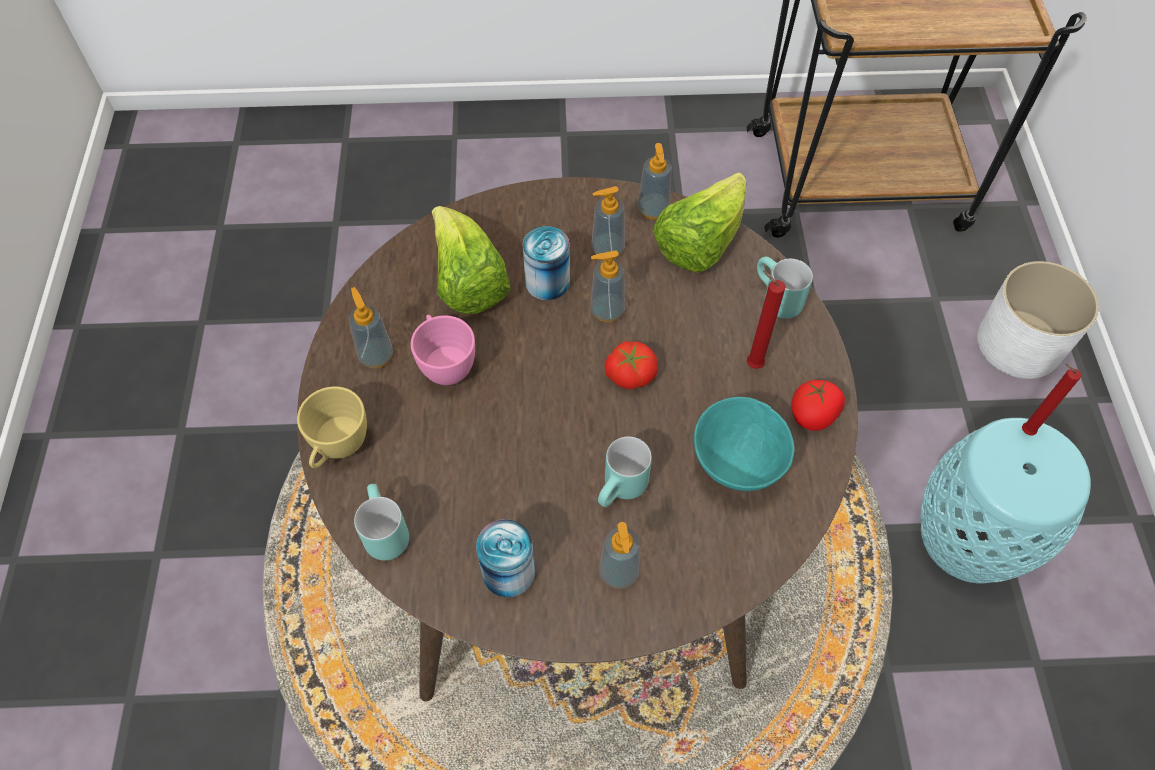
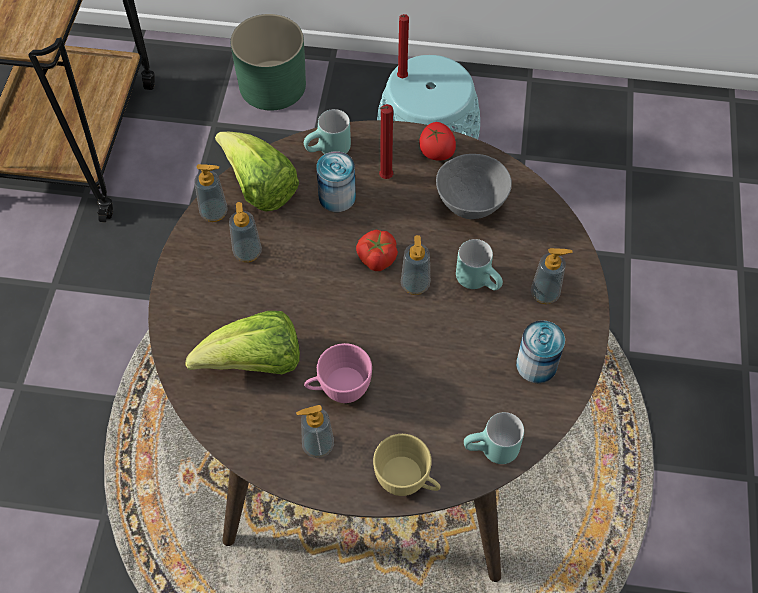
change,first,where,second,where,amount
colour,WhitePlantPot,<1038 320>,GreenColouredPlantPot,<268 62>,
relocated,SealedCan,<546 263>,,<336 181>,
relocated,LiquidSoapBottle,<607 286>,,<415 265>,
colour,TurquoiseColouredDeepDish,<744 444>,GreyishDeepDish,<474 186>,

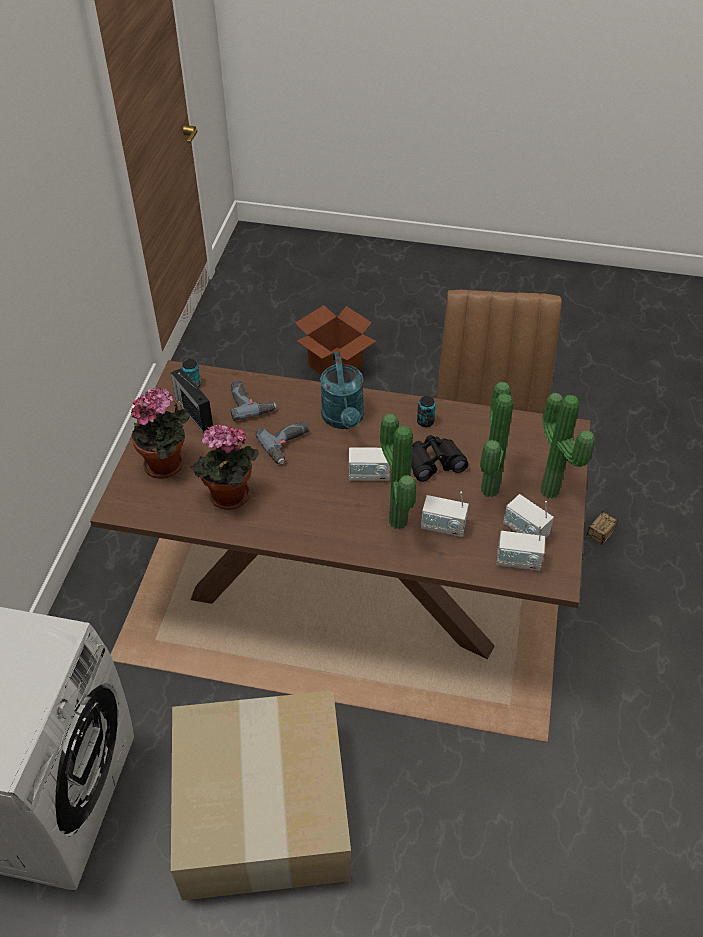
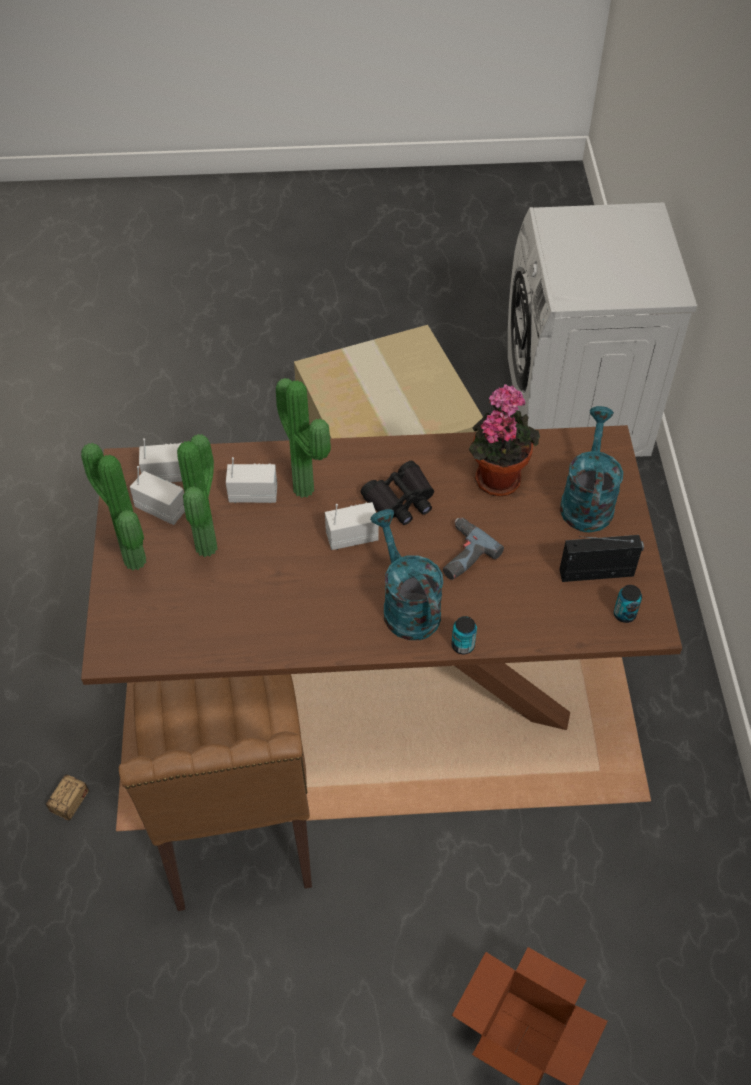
change,first,where,second,where,amount
relocated,BlackColouredFieldGlasses,<439 458>,,<397 493>,
relocated,SealedCan,<426 411>,,<464 635>,
spun,Radio,<192 400>,,<601 558>,45 degrees counterclockwise
exchanged,PottedPlant,<160 433>,TurquoiseColouredSprinklingCan,<591 469>,
missing,PowerDrill,<254 400>,,,

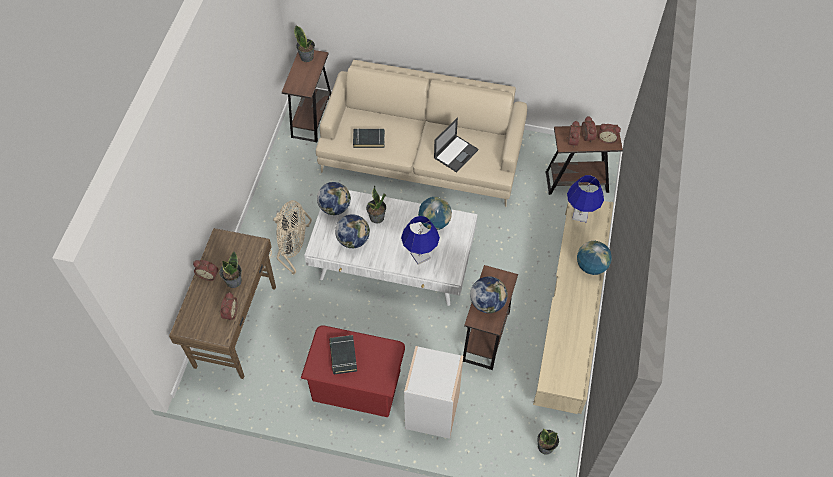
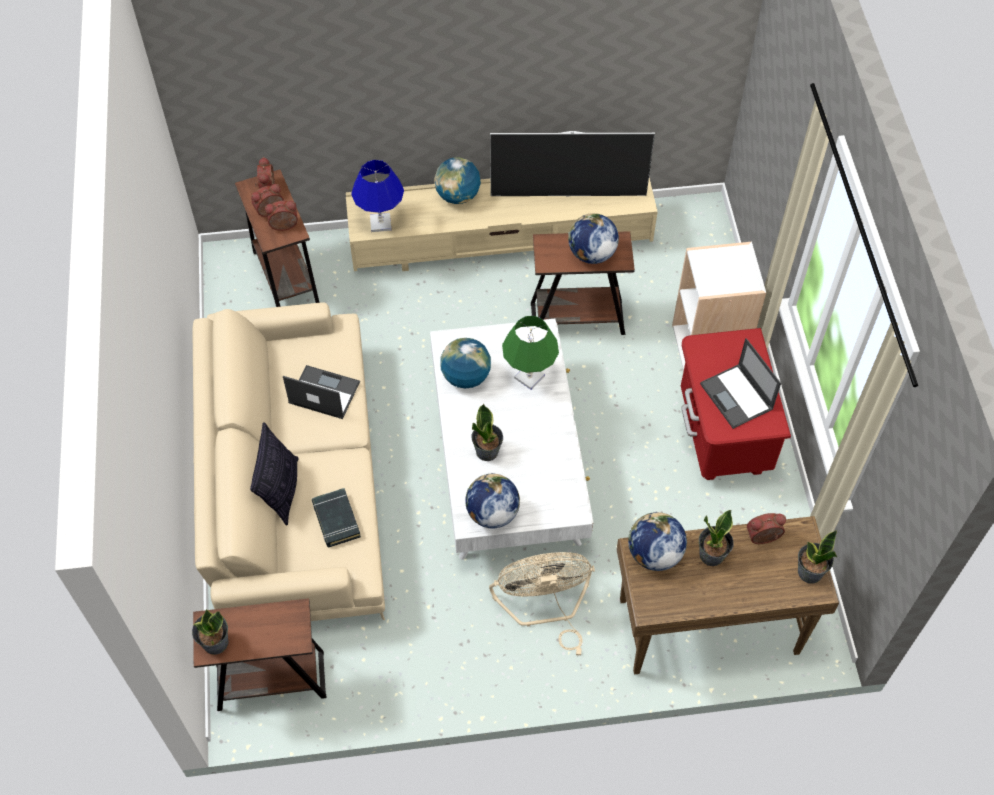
change,first,where,second,where,amount
appeared,,,Cushion,<274 474>,
appeared,,,TvSet,<572 163>,
colour,BlueTableLamp,<420 240>,GreenColouredTableLamp,<530 353>,
relocated,WorldGlobe,<352 231>,,<657 541>,
exchanged,BlackColouredBoundBook,<343 354>,PortableComputer,<740 383>,
relocated,PottedPlant,<548 441>,,<817 556>,
missing,TableClock,<205 270>,,,

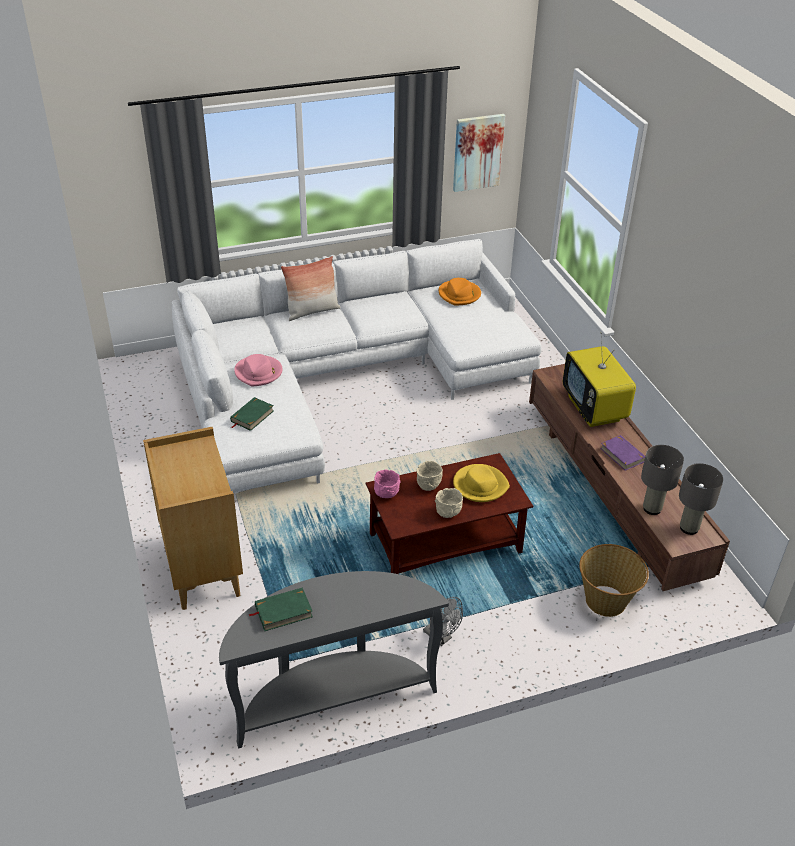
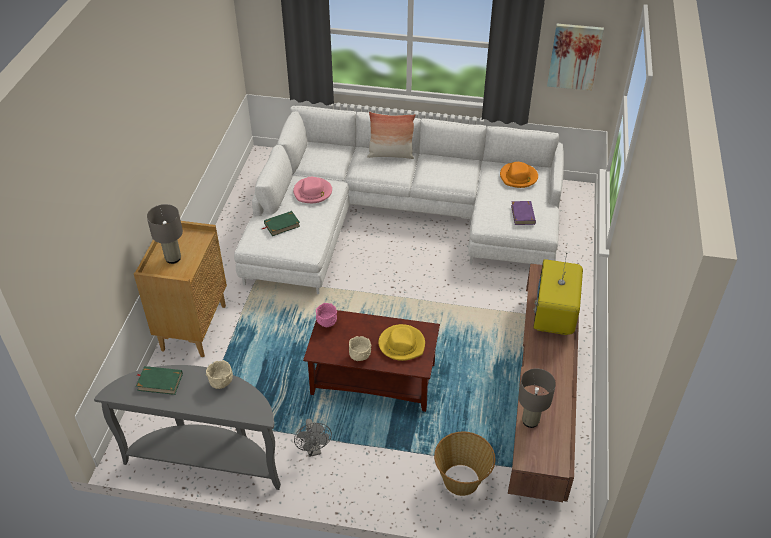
change,first,where,second,where,amount
relocated,GreyishTableLamp,<701 499>,,<165 234>,
relocated,SandColouredDeepDish,<429 476>,,<219 374>,
relocated,PurpleColouredBoundBook,<622 453>,,<523 213>,

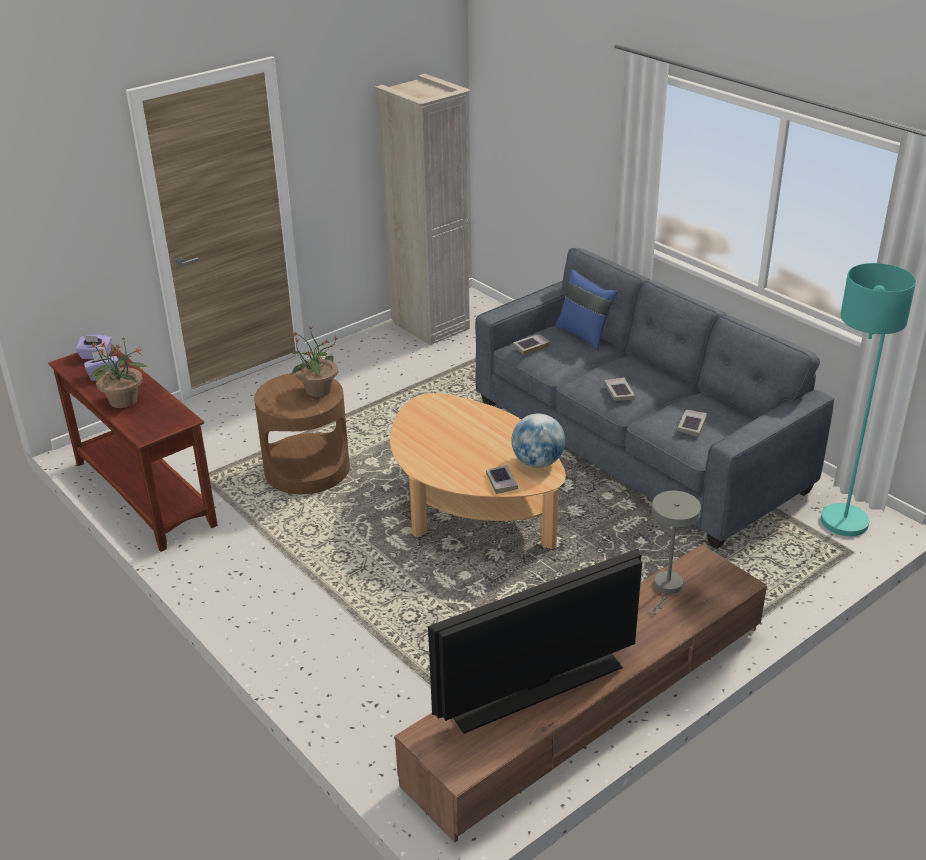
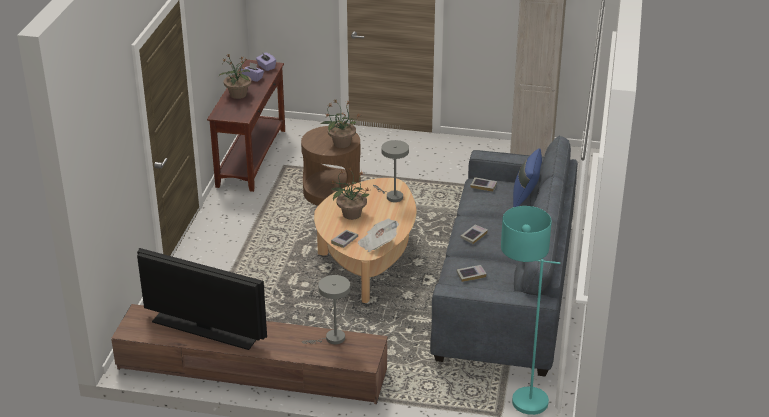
change,first,where,second,where,amount
appeared,,,PottedPlant,<350 194>,
exchanged,WorldGlobe,<538 441>,Newspaper,<378 235>,
appeared,,,GreyishTableLamp,<391 171>,

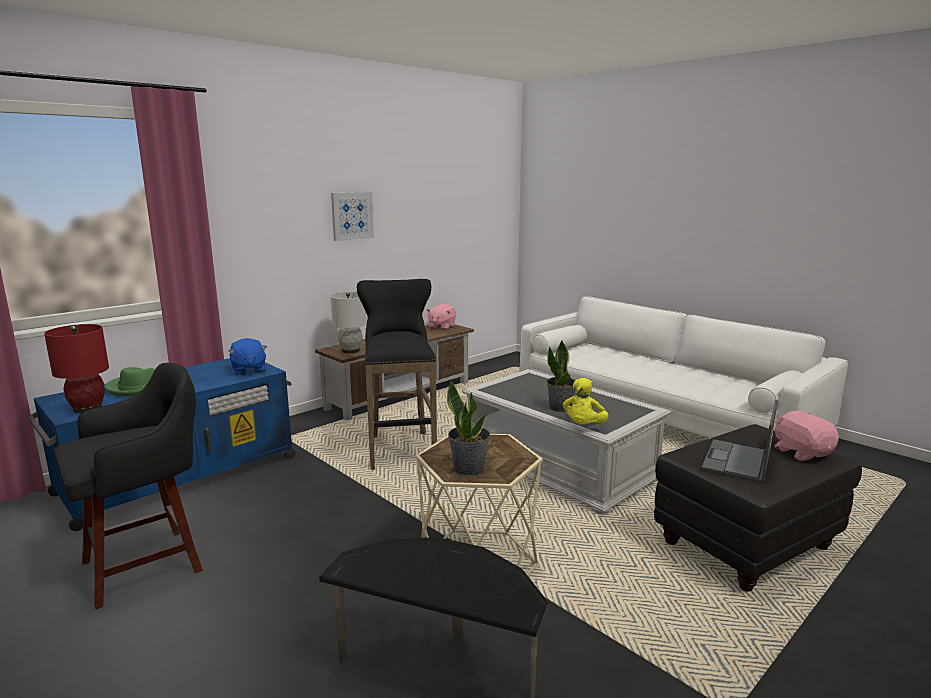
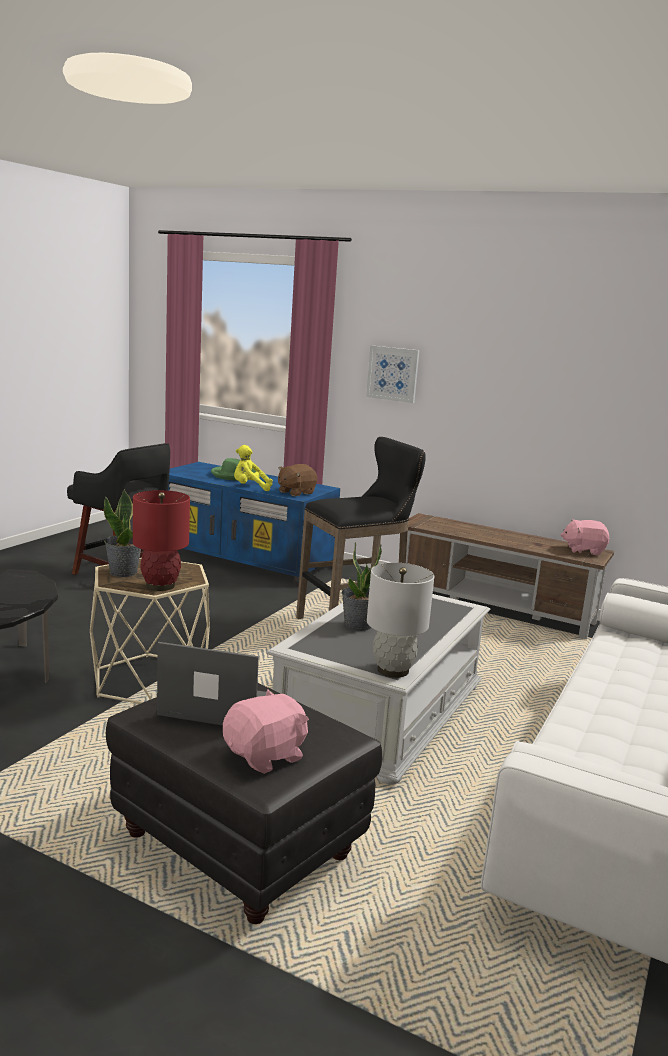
change,first,where,second,where,amount
relocated,ReddishTableLamp,<76 368>,,<161 540>,
relocated,YellowSoftToy,<586 401>,,<253 468>,
colour,BlueSoftToy,<247 357>,BrownSoftToy,<297 480>,
relocated,WallArt,<352 216>,,<392 374>,
relocated,WhiteTableLamp,<349 322>,,<400 620>,

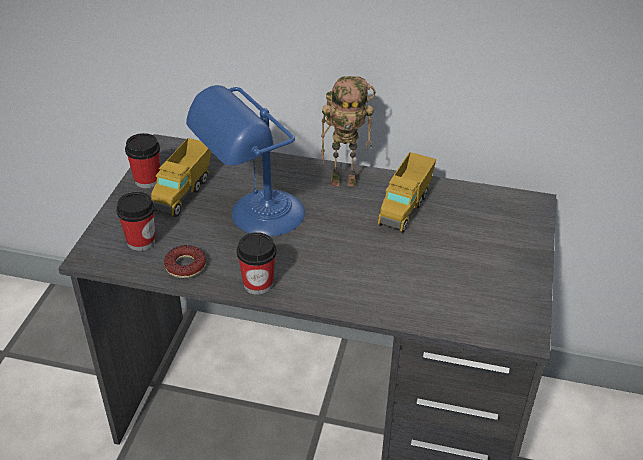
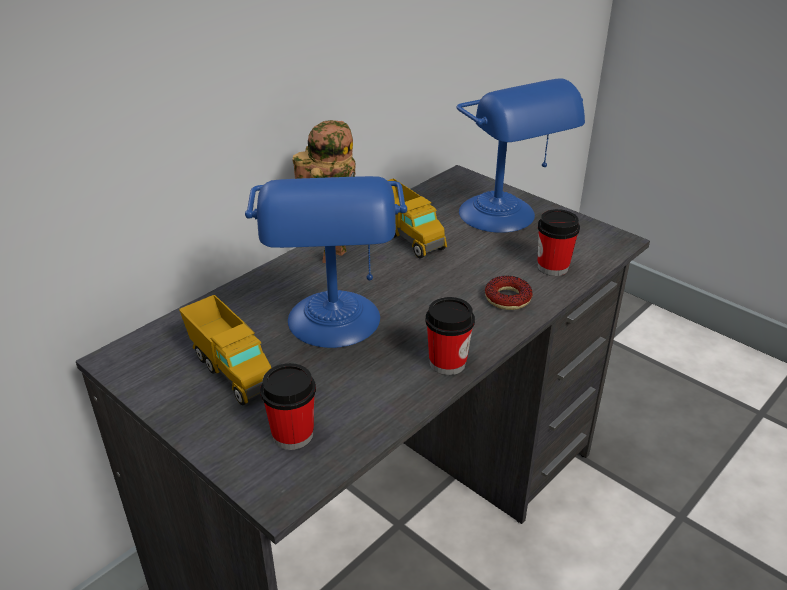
change,first,where,second,where,amount
appeared,,,BlueTableLamp,<520 155>,
relocated,Donut,<185 261>,,<509 293>,
relocated,DrinkingCup,<142 160>,,<559 242>,

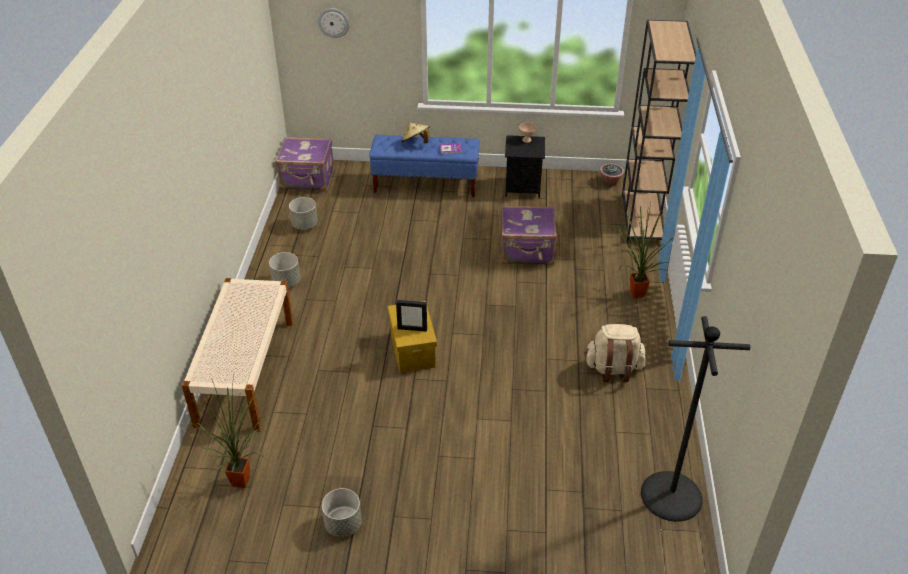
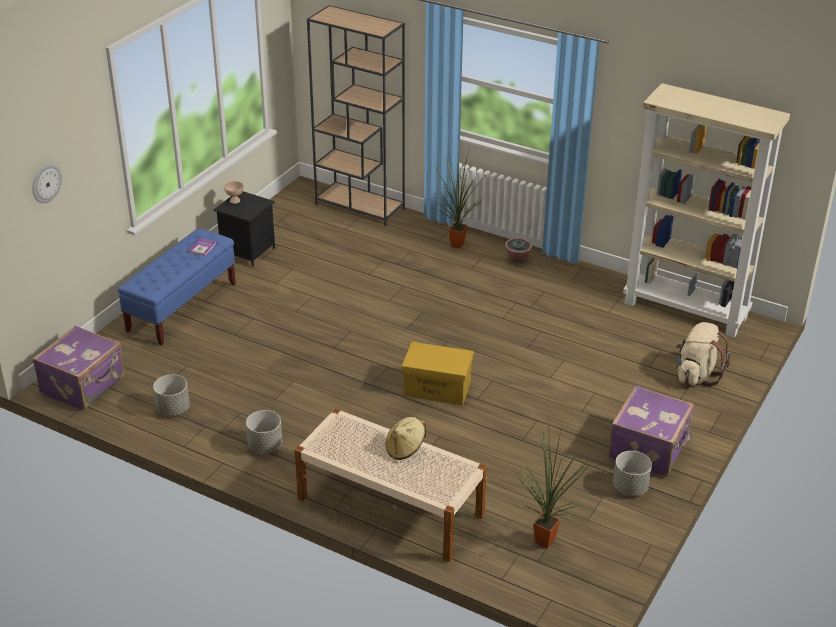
change,first,where,second,where,amount
relocated,SandColouredHat,<415 133>,,<405 438>,
relocated,PottedPlant,<612 174>,,<518 250>,
relocated,PurpleColouredSuitcase,<529 235>,,<651 431>,
exchanged,BlackColouredGarmentRack,<695 419>,SandColouredShelvingUnit,<706 210>,
relocated,SandColouredKnapsack,<615 353>,,<703 354>,
missing,StandingFrame,<411 316>,,,

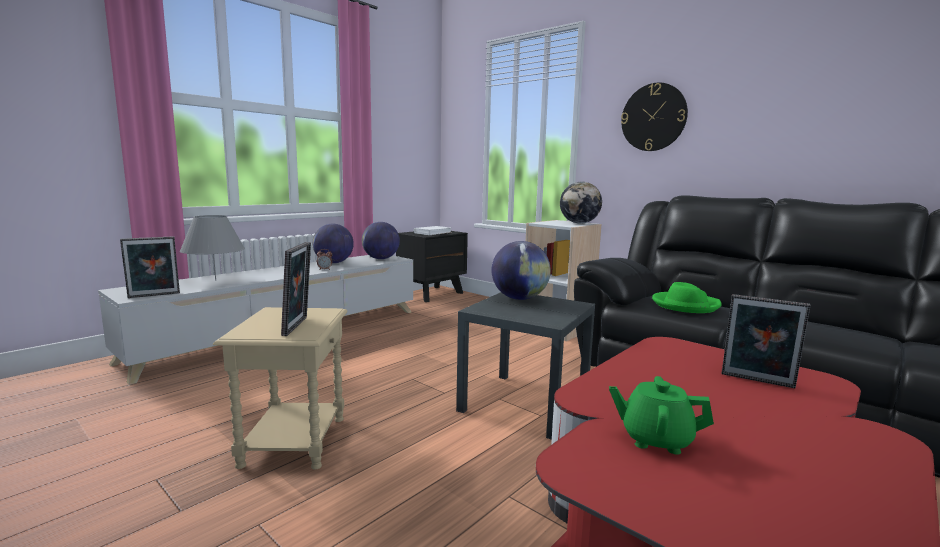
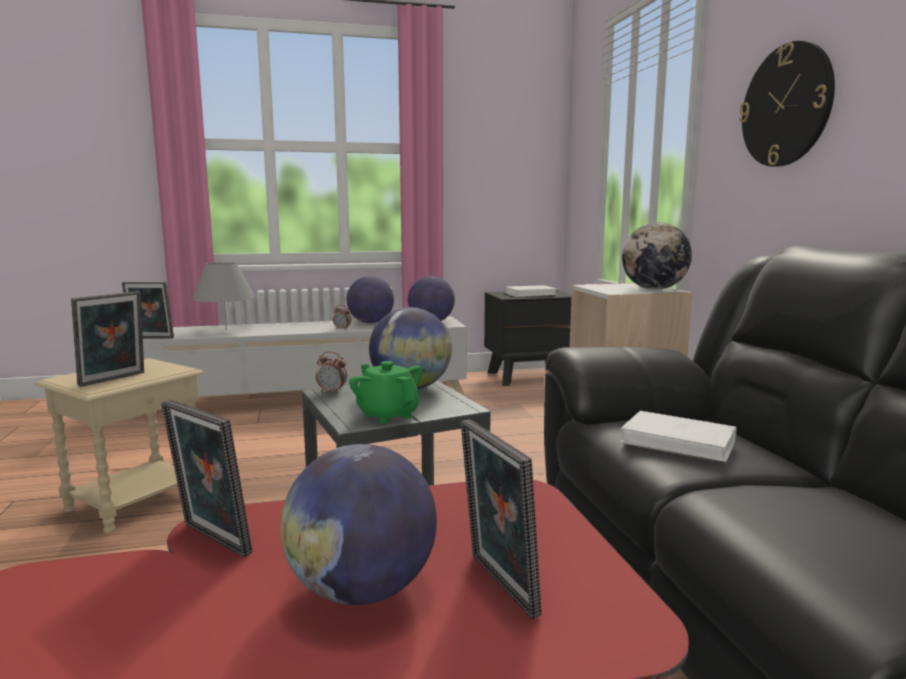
change,first,where,second,where,amount
appeared,,,StandingFrame,<206 478>,
appeared,,,WorldGlobe,<358 524>,
appeared,,,TableClock,<331 373>,
relocated,GreenColouredPotForTea,<661 415>,,<385 392>,
exchanged,GreenColouredHat,<687 297>,WhiteBoundBook,<678 437>,

